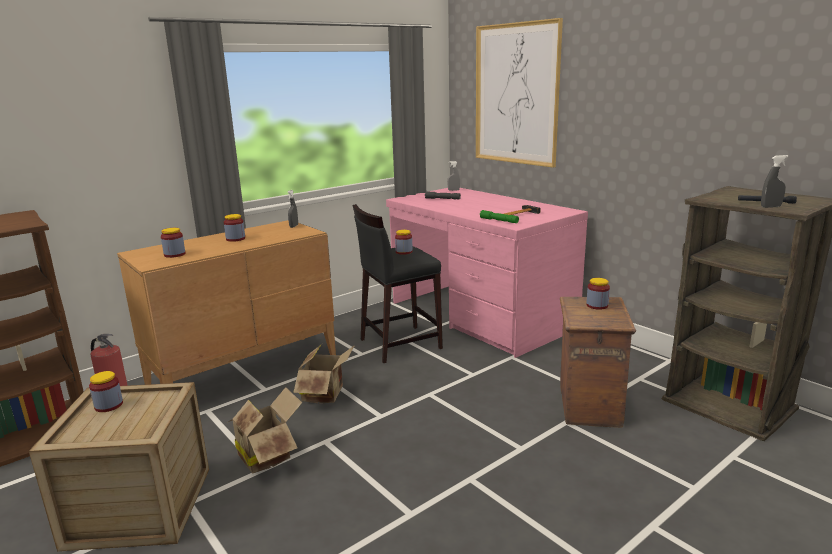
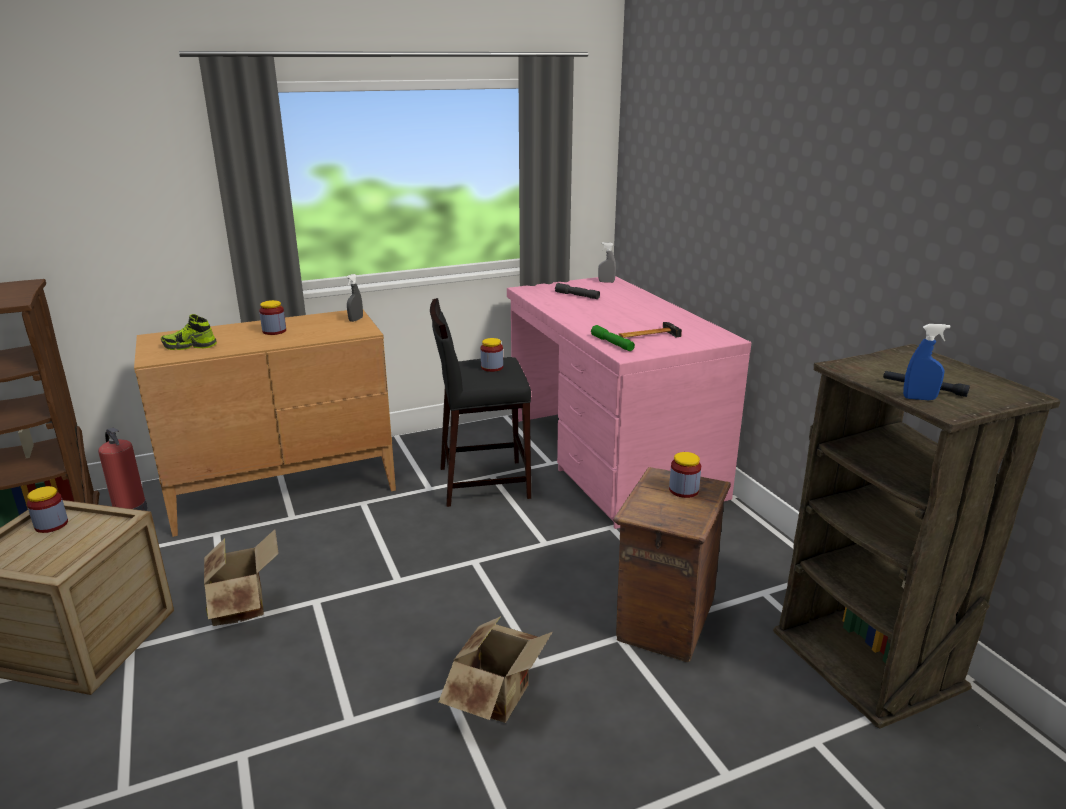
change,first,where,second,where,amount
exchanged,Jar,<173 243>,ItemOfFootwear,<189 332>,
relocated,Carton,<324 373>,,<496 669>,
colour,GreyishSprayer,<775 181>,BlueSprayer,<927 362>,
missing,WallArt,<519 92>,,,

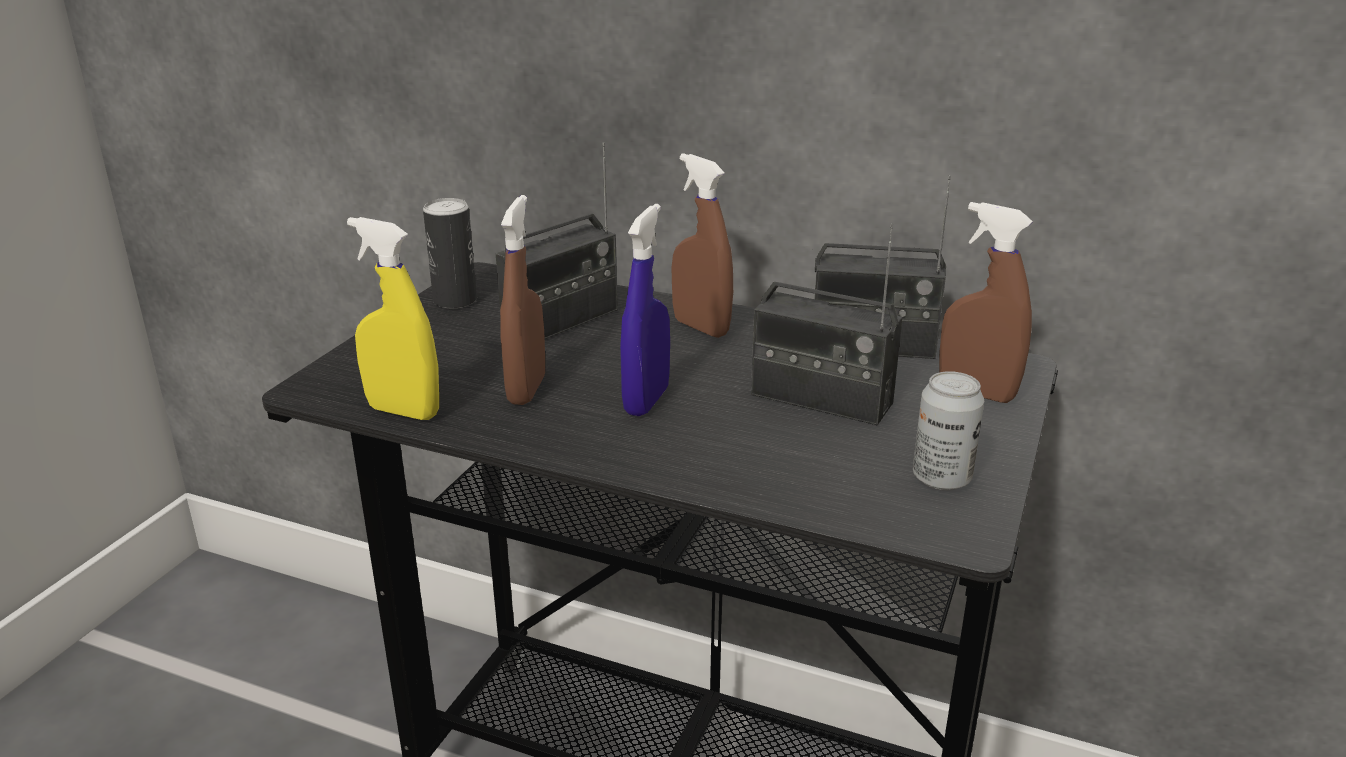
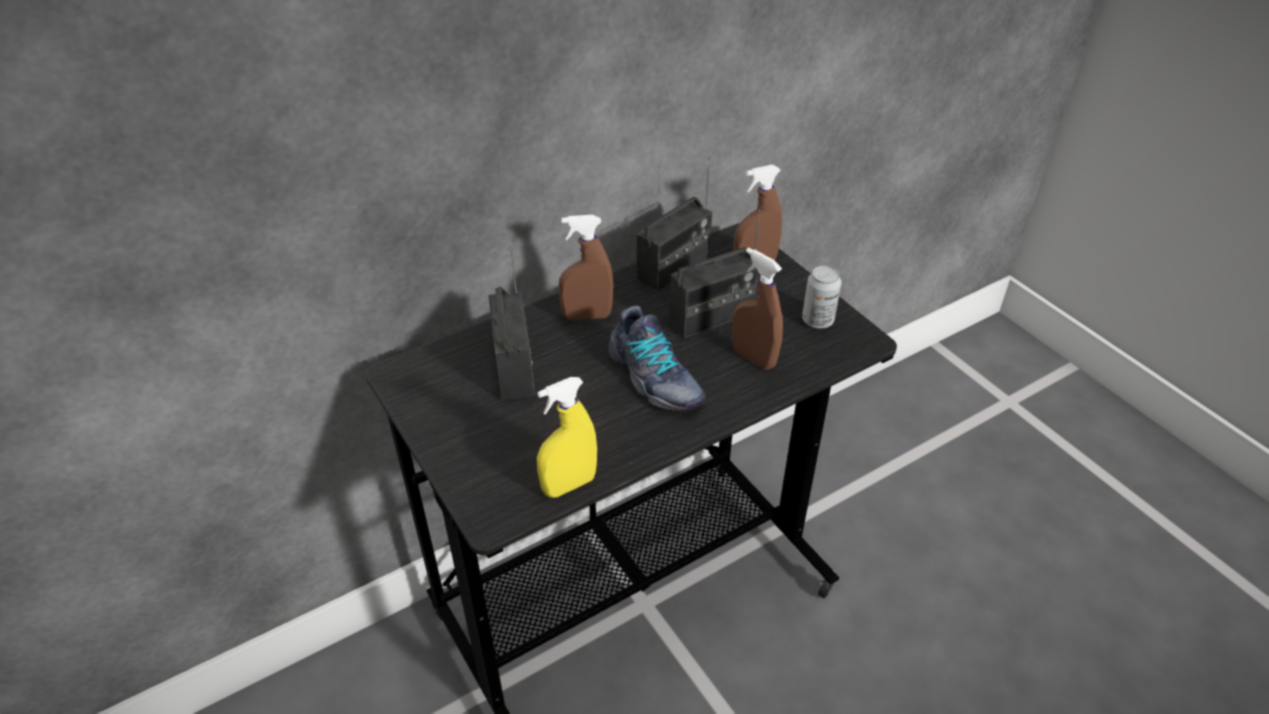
change,first,where,second,where,amount
exchanged,BlueSprayer,<645 310>,ItemOfFootwear,<657 359>,
relocated,BrownSprayer,<522 300>,,<757 308>,
missing,SealedCan,<450 253>,,,

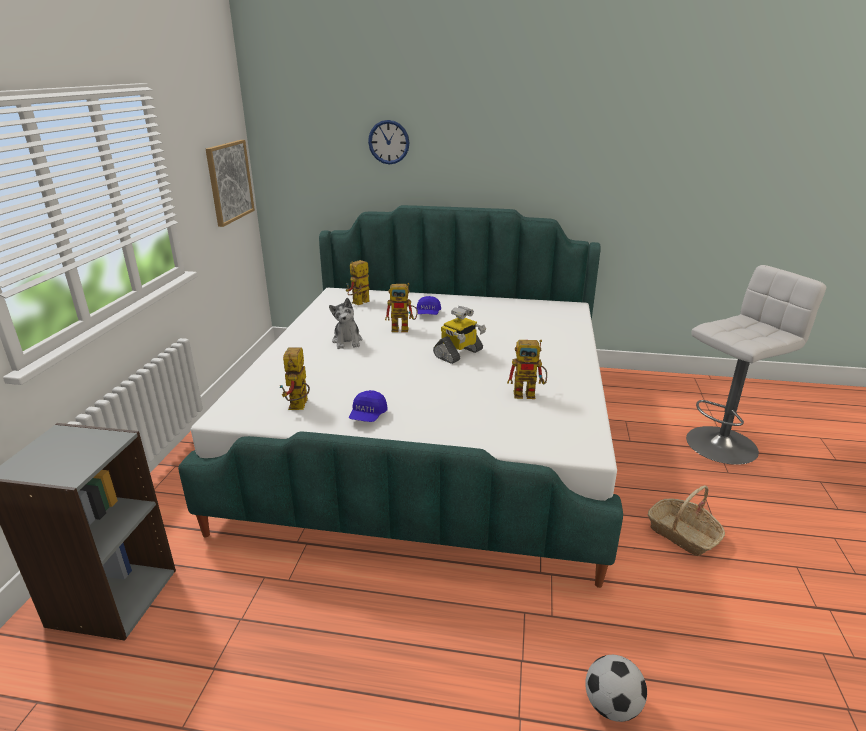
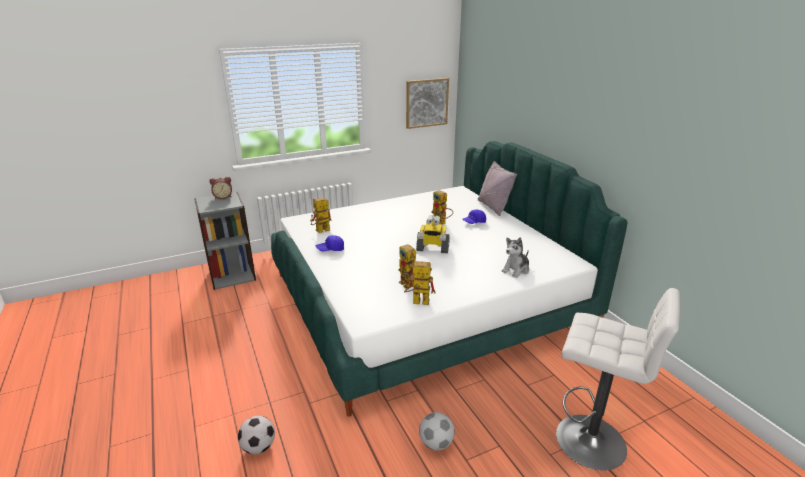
change,first,where,second,where,amount
appeared,,,TableClock,<220 188>,
relocated,ModelRobot,<358 282>,,<419 283>,
exchanged,StorageBasket,<686 520>,Football,<437 431>,
appeared,,,PurpleColouredCushion,<497 188>,
relocated,SoftToy,<345 323>,,<515 257>,
missing,WallClock,<388 142>,,,

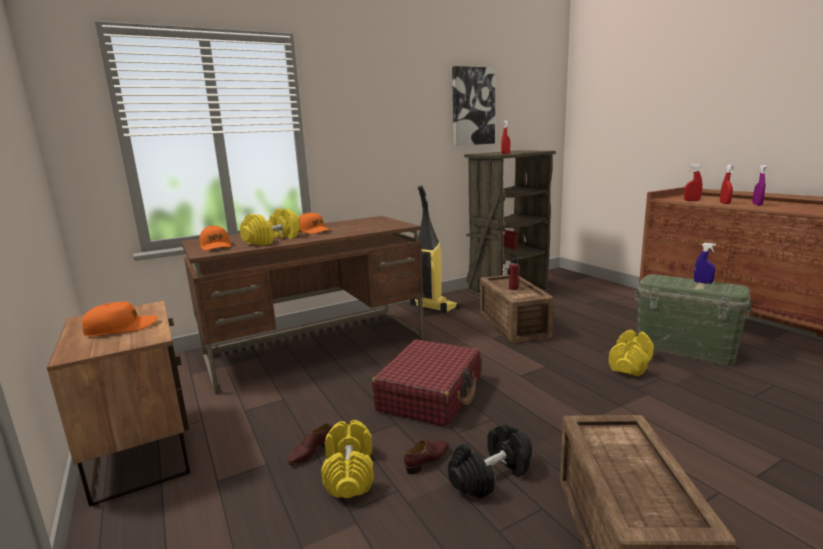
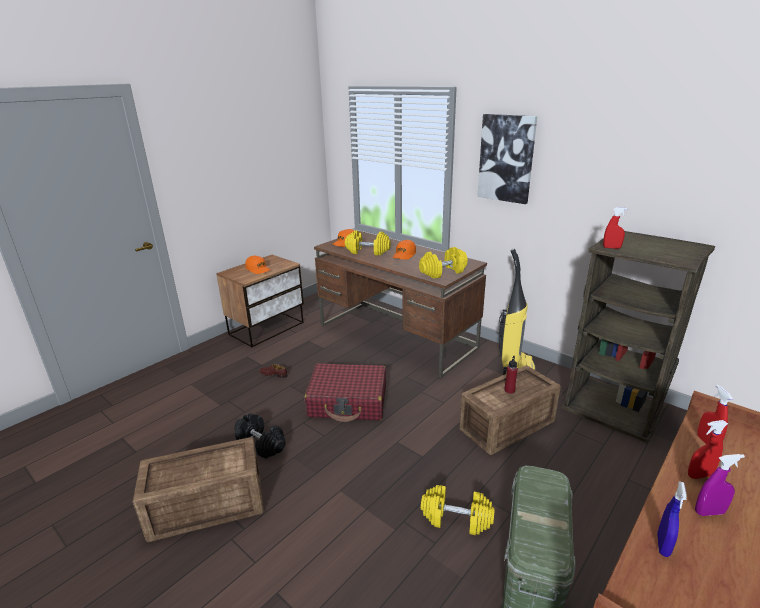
change,first,where,second,where,amount
relocated,YellowDumbbell,<347 459>,,<443 263>,
relocated,WallArt,<473 106>,,<507 159>,
relocated,BlueSprayer,<705 263>,,<672 519>,
missing,BrownItemOfFootwear,<426 456>,,,

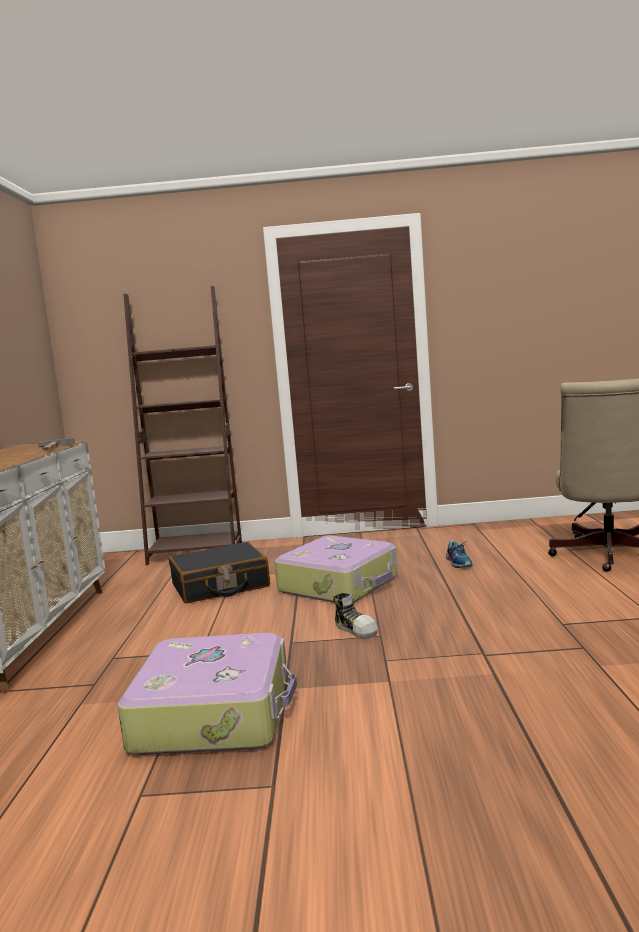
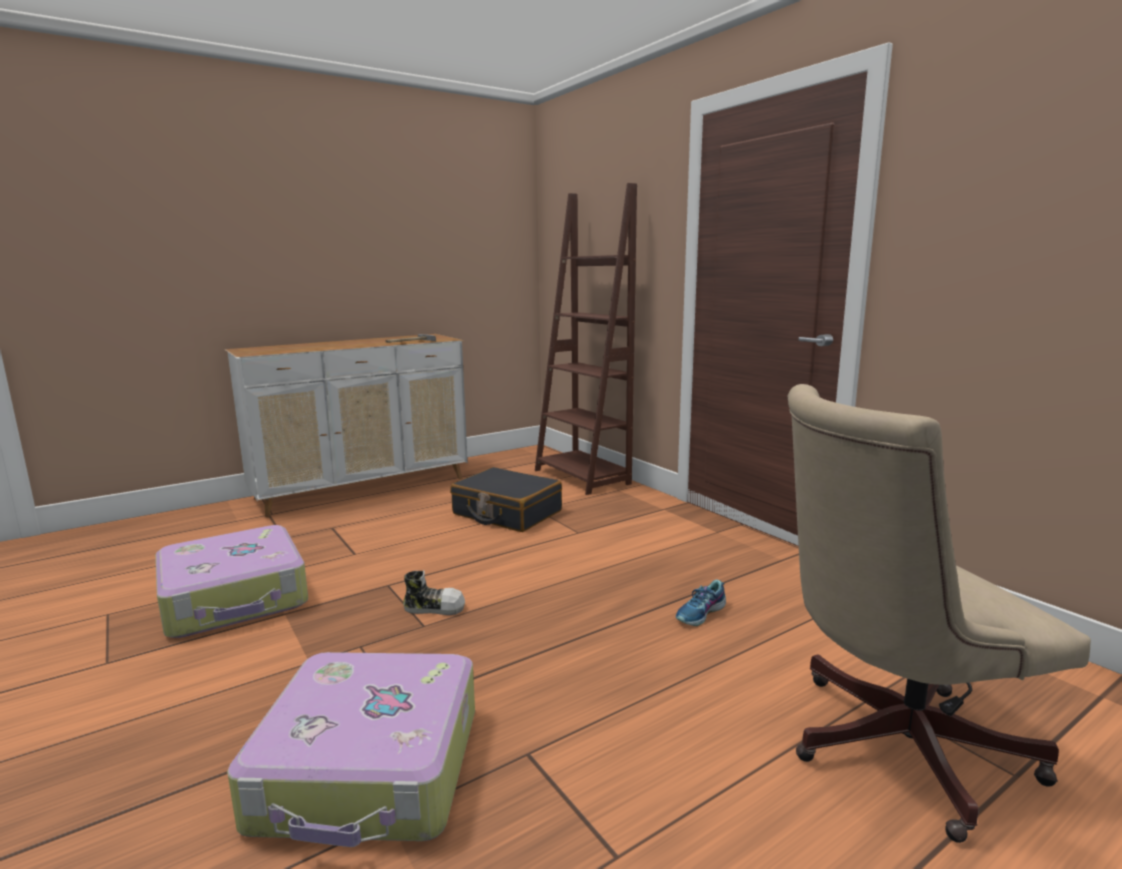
change,first,where,second,where,amount
relocated,Suitcase,<336 569>,,<351 749>,
spun,ItemOfFootwear,<355 616>,,<434 592>,105 degrees counterclockwise

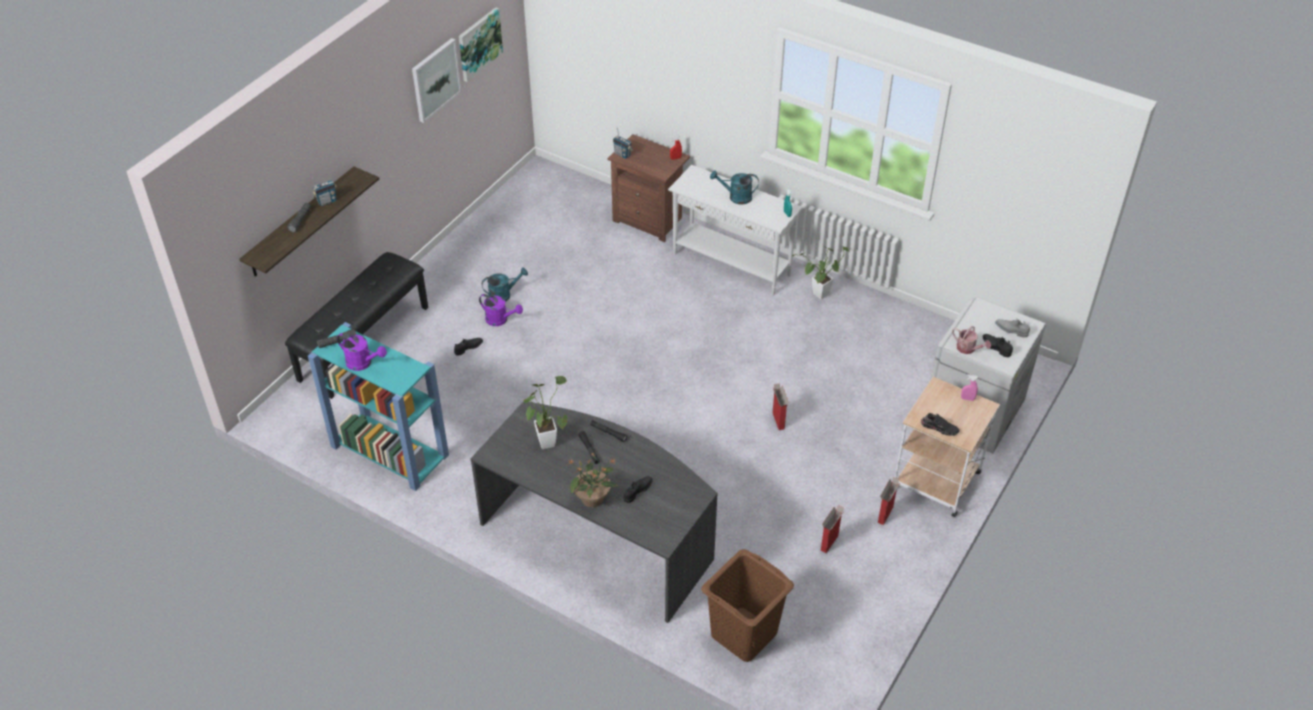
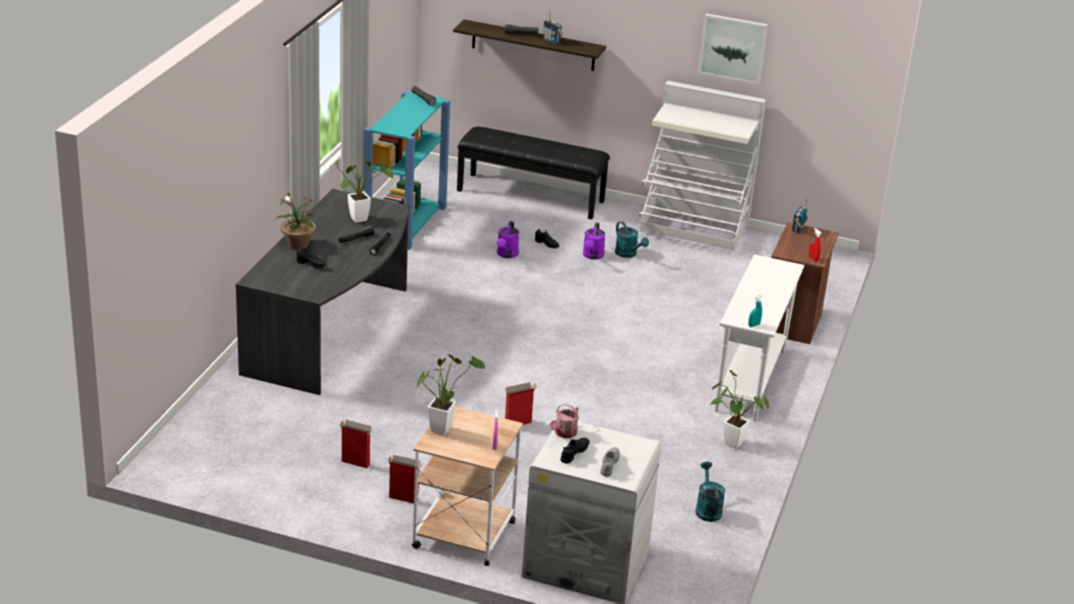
change,first,where,second,where,amount
exchanged,BlackColouredItemOfFootwear,<940 424>,PottedPlant,<451 394>,
relocated,PurpleColouredSprinklingCan,<362 352>,,<508 239>,
appeared,,,WhiteShoeShelf,<702 167>,
relocated,TurquoiseColouredSprinklingCan,<734 188>,,<710 491>,
missing,WallArt,<481 44>,,,
missing,BrownWashingBasket,<747 605>,,,

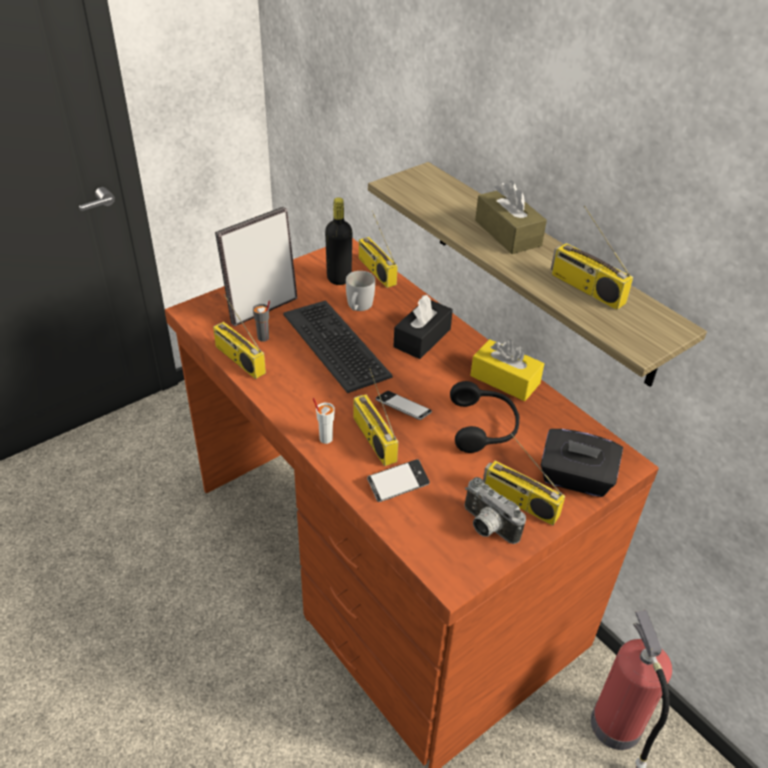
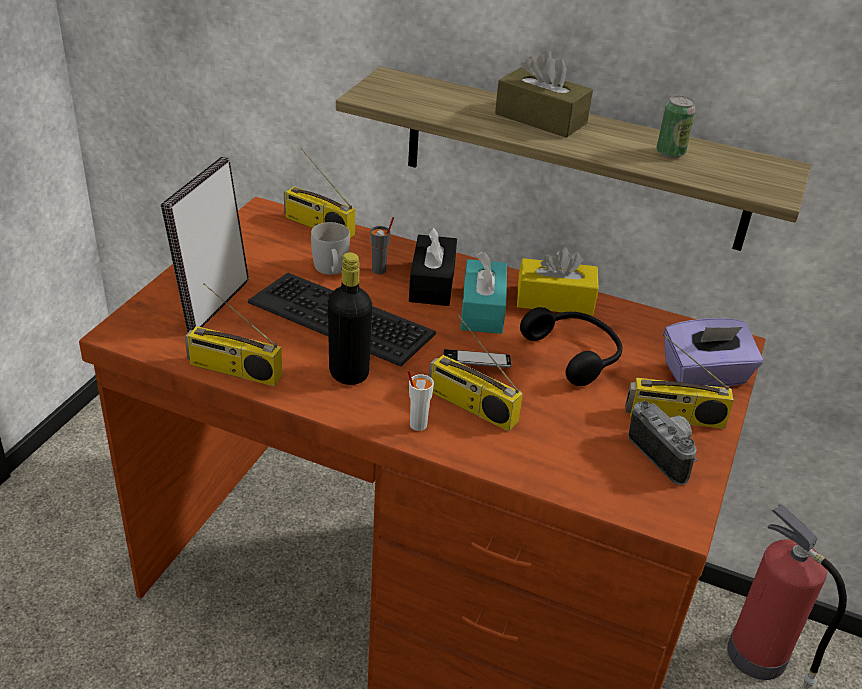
change,first,where,second,where,amount
relocated,BlackColouredDrinkBottle,<338 241>,,<350 318>,
relocated,GreyishDrinkingCup,<261 321>,,<382 245>,
appeared,,,TurquoiseColouredTissueHolder,<483 293>,
spun,StillCamera,<495 510>,,<663 443>,135 degrees counterclockwise
exchanged,Radio,<592 258>,SealedCan,<676 127>,
colour,BlackColouredTissueHolder,<582 463>,PurpleColouredTissueHolder,<713 352>,
missing,Phone,<398 480>,,,

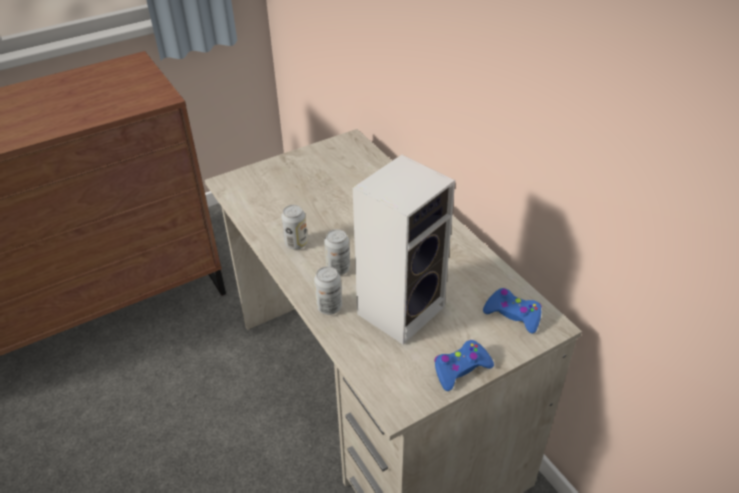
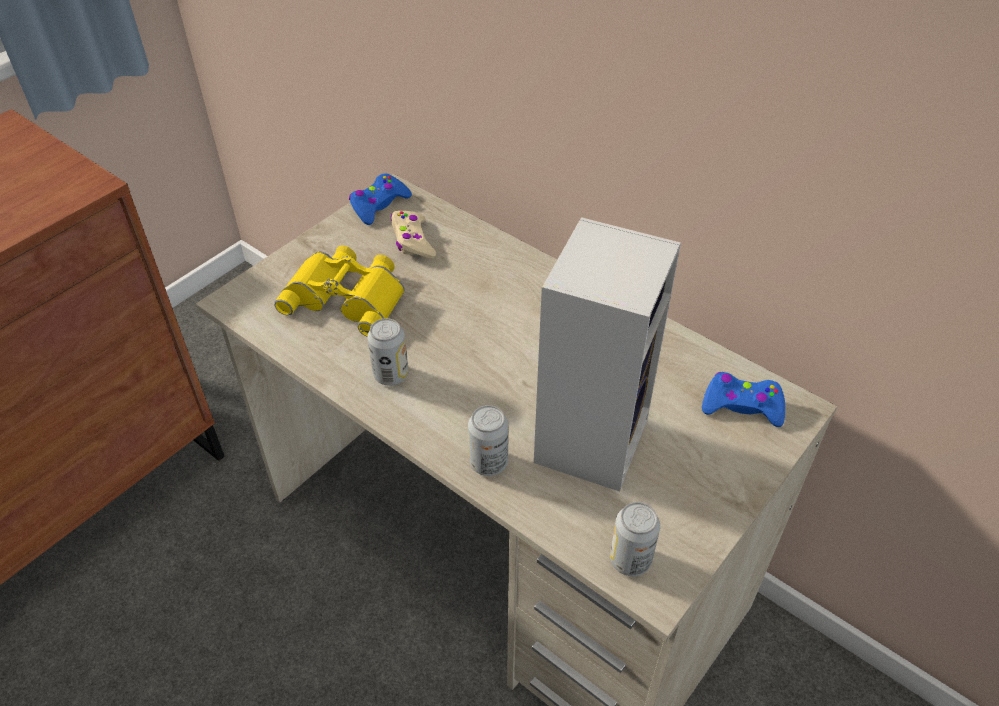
change,first,where,second,where,amount
appeared,,,YellowFieldGlasses,<339 291>,
relocated,BlueJoypad,<464 365>,,<380 199>,
appeared,,,SandColouredJoypad,<413 235>,
relocated,SealedCan,<337 252>,,<635 539>,

